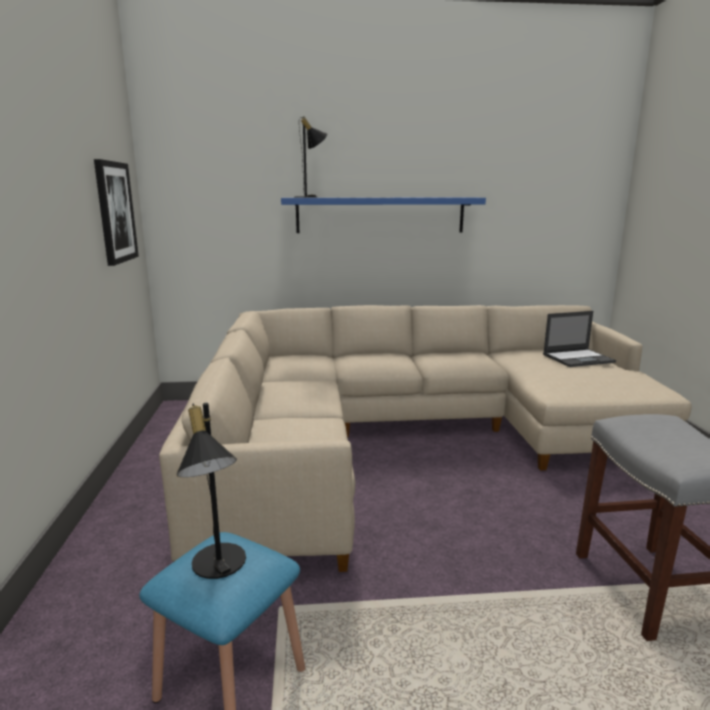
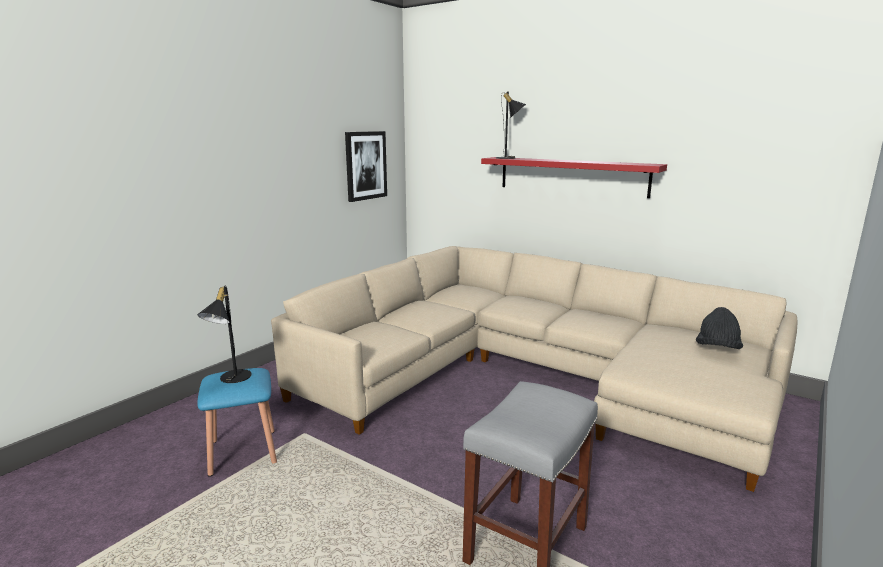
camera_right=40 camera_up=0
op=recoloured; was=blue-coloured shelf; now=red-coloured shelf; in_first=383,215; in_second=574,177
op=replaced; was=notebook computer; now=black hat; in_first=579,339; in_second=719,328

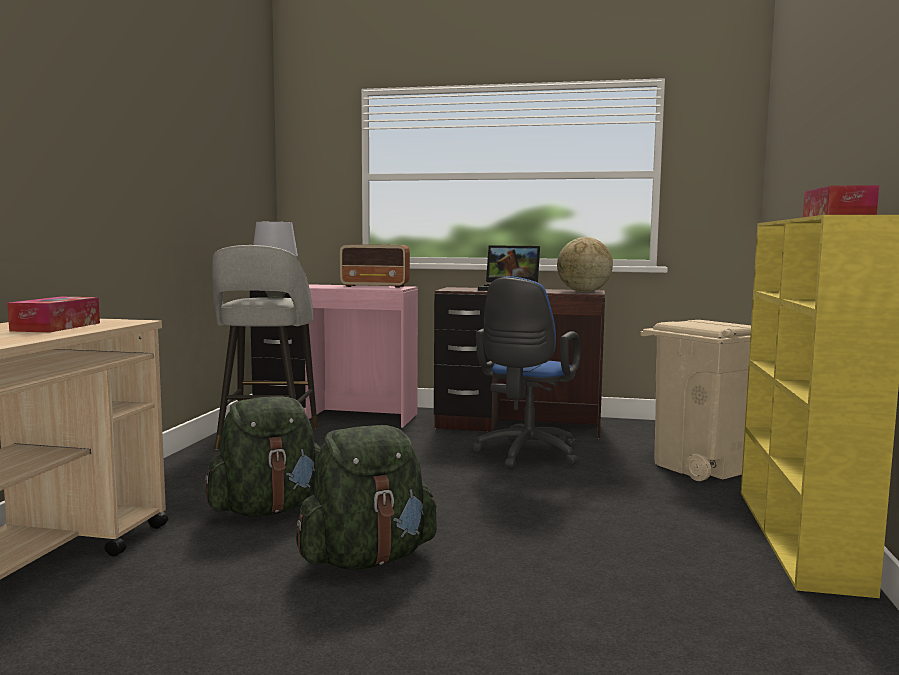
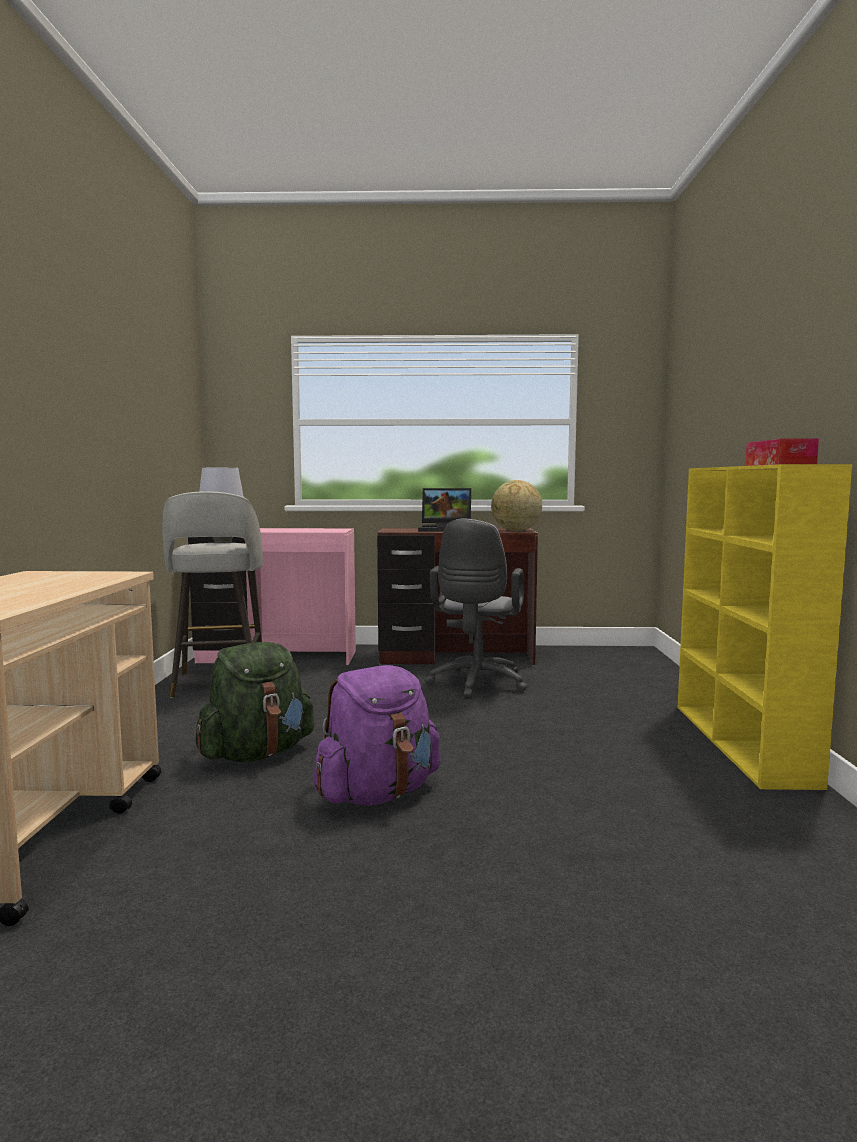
camera_right=-10 camera_up=0
op=removed; was=radio receiver; in_first=375,266
op=recoloured; was=blue-coloured computer chair; now=greyish computer chair; in_first=526,372; in_second=476,608
op=removed; was=tissue holder; in_first=53,314
op=removed; was=sand-coloured waste bin; in_first=696,400
op=recoloured; was=green rucksack; now=purple-coloured rucksack; in_first=366,497; in_second=377,735

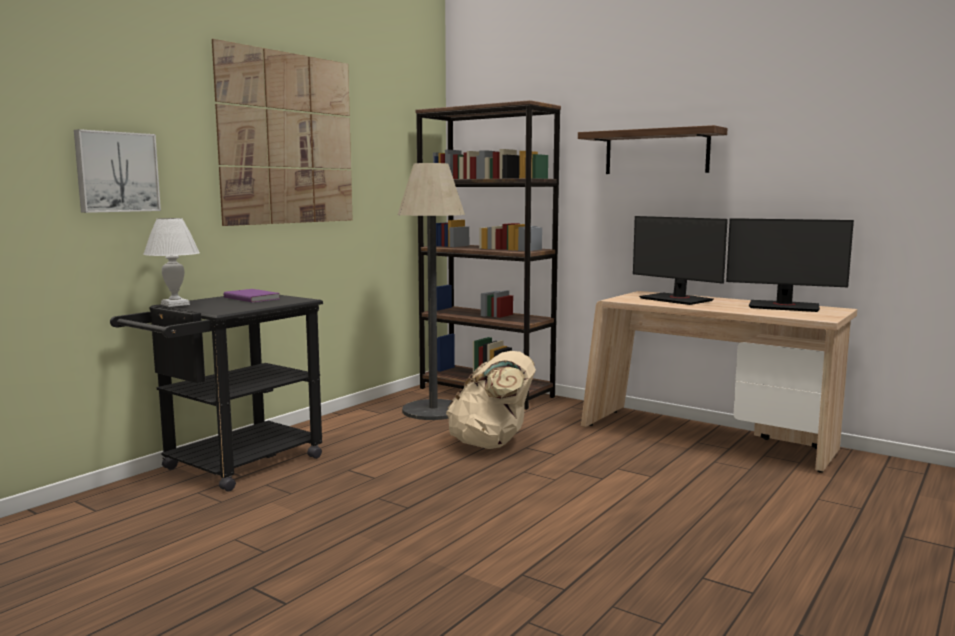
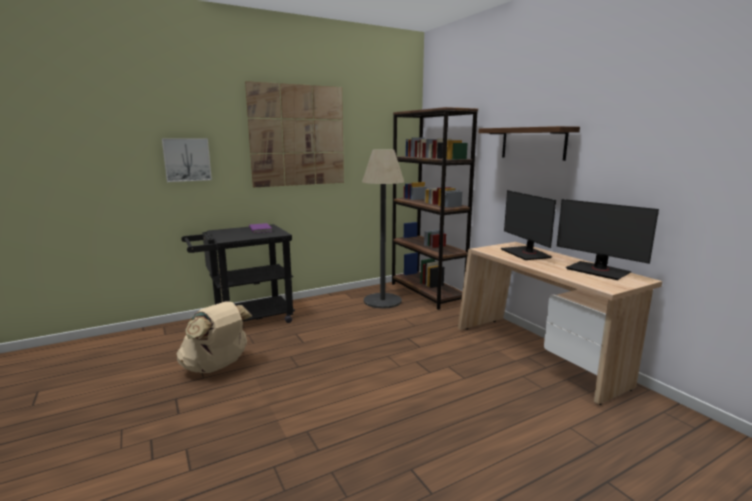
camera_right=25 camera_up=5
op=removed; was=white-coloured table lamp; in_first=171,262
op=moved; was=sand-coloured rucksack; in_first=491,400; in_second=214,337

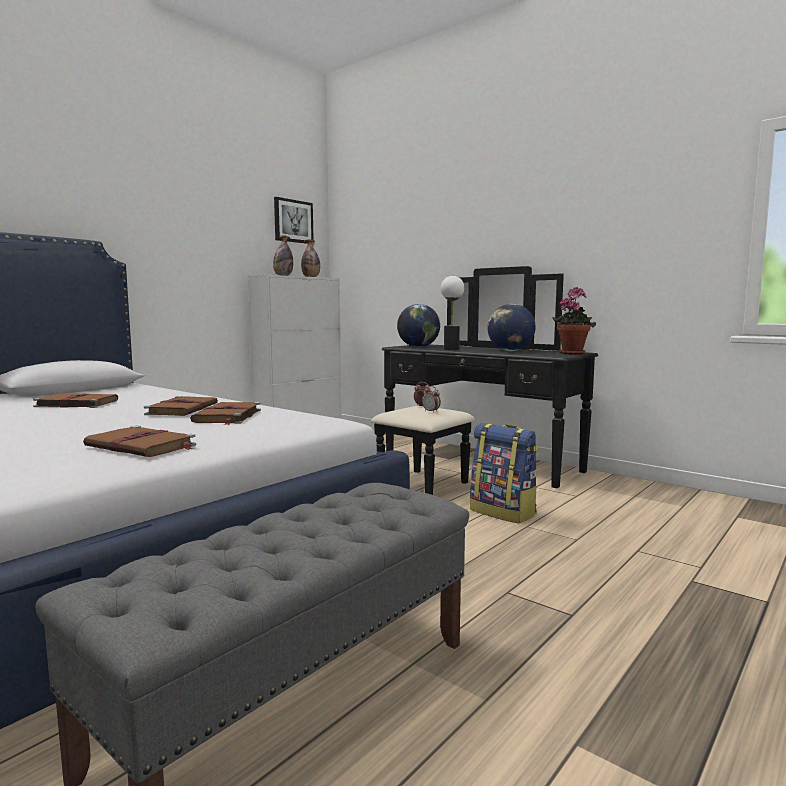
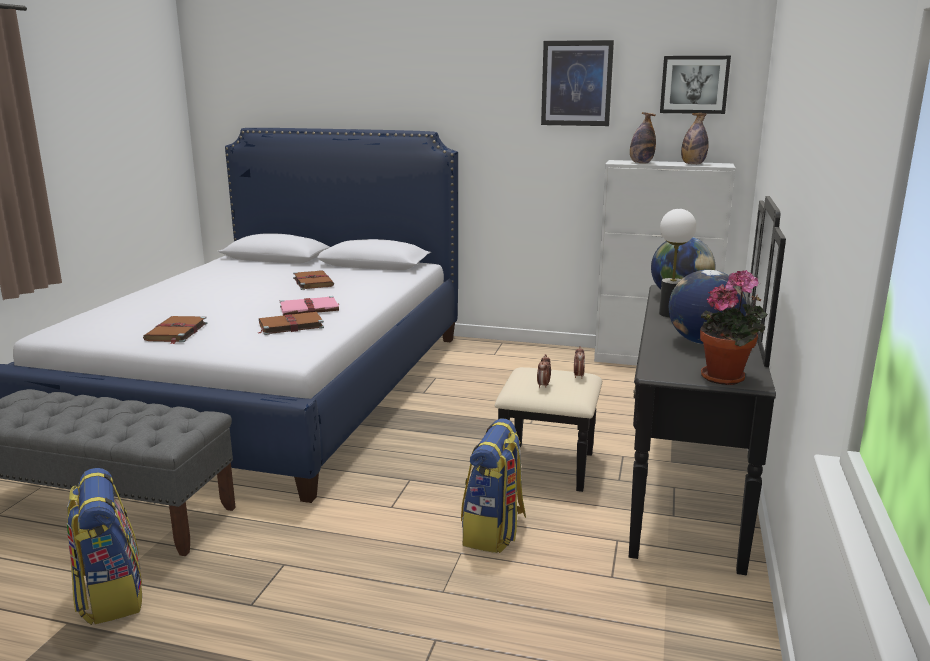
camera_right=65 camera_up=10
op=recoloured; was=brownish book; now=pink book; in_first=181,406; in_second=309,305
op=added; now=wall picture; in_second=577,83
op=added; now=rucksack; in_second=104,546

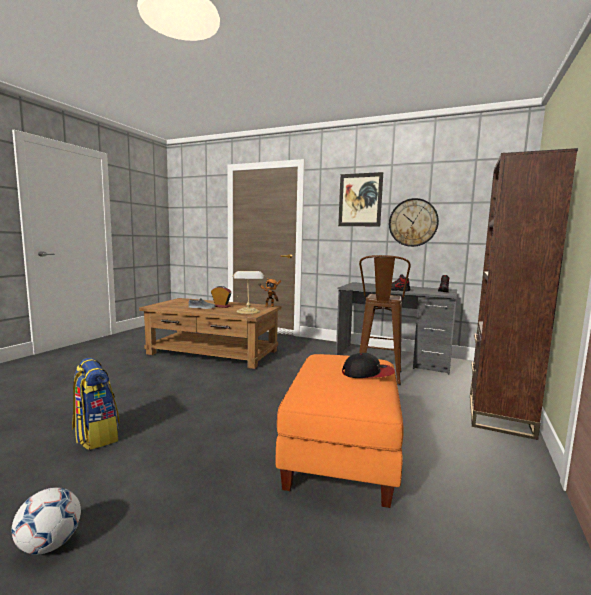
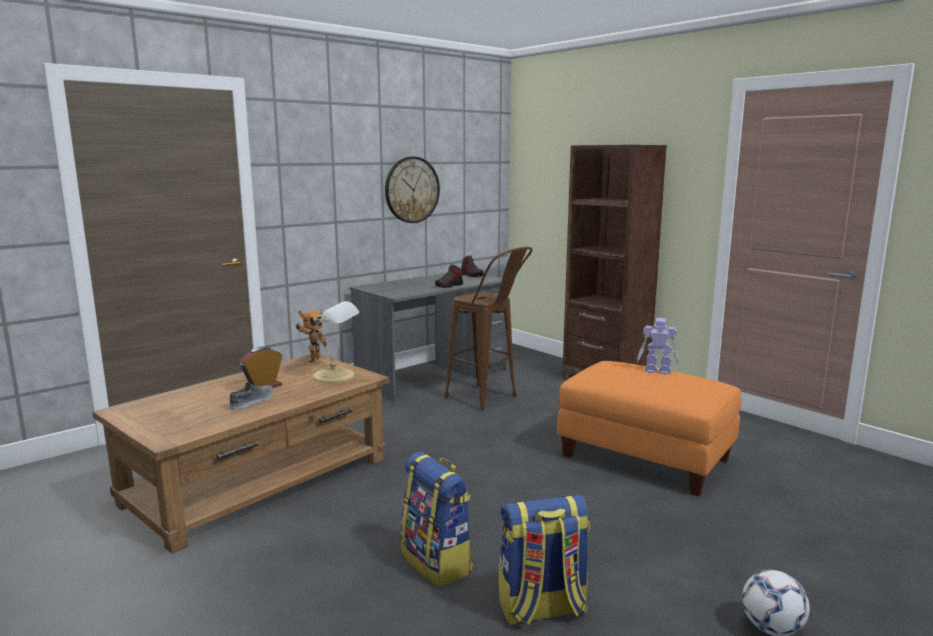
camera_right=-65 camera_up=5
op=removed; was=wall picture; in_first=360,199
op=replaced; was=baseball cap; now=model robot; in_first=368,365; in_second=658,346
op=added; now=rucksack; in_second=437,519

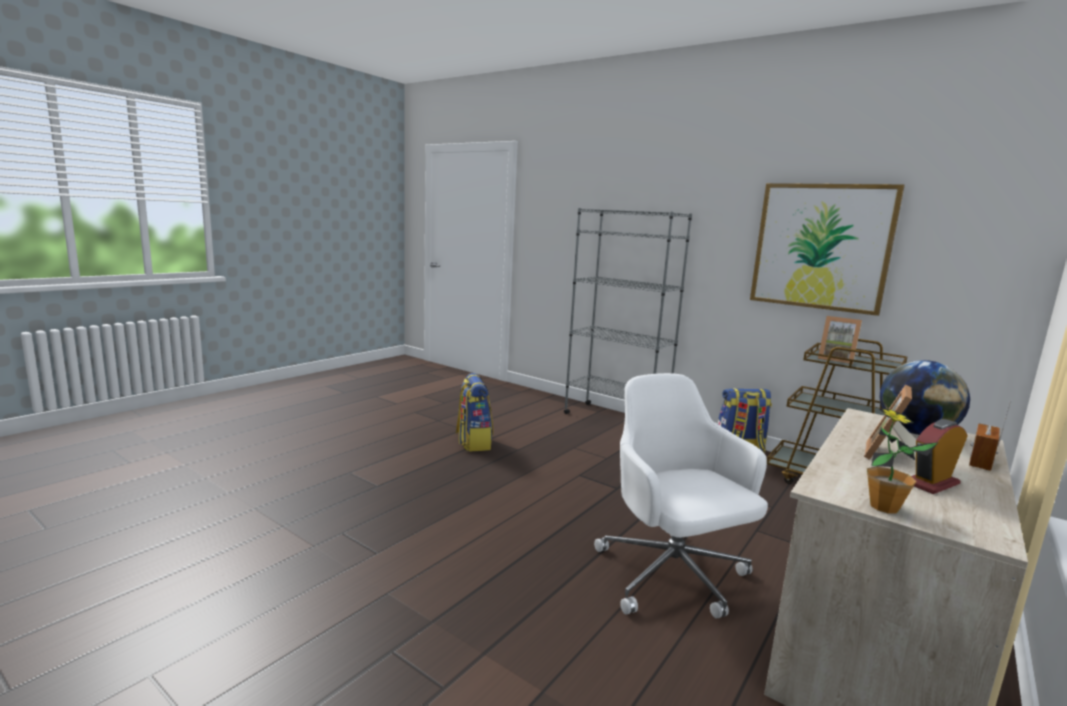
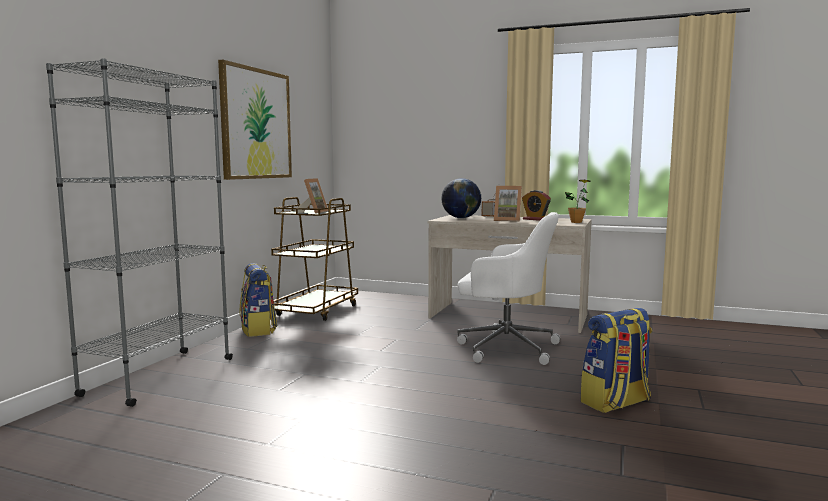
camera_right=-105 camera_up=-5
op=moved; was=rucksack; in_first=474,412; in_second=616,360
op=turned; was=white-coloured computer chair; in_first=681,496; in_second=508,288; clockwise=-120

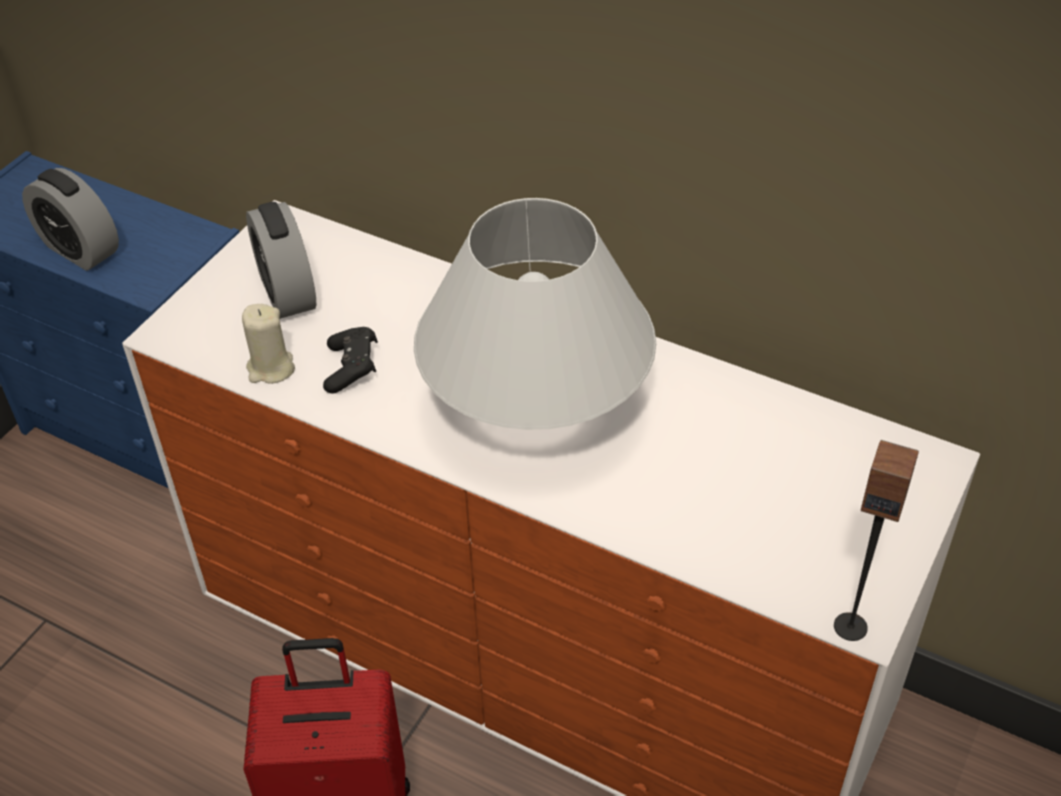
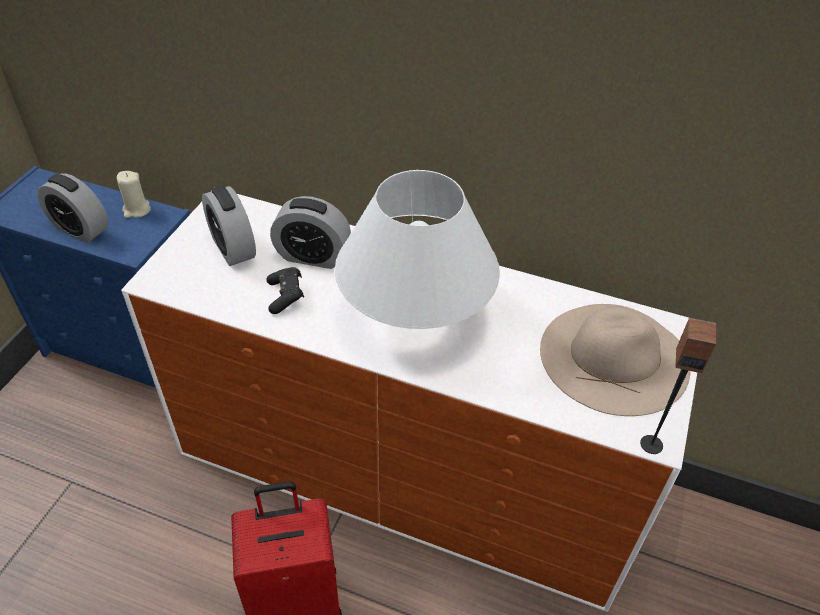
camera_right=-10 camera_up=0
op=moved; was=sand-coloured wax candle; in_first=268,344; in_second=134,194
op=added; now=alarm clock; in_second=310,232
op=added; now=sand-coloured hat; in_second=615,360

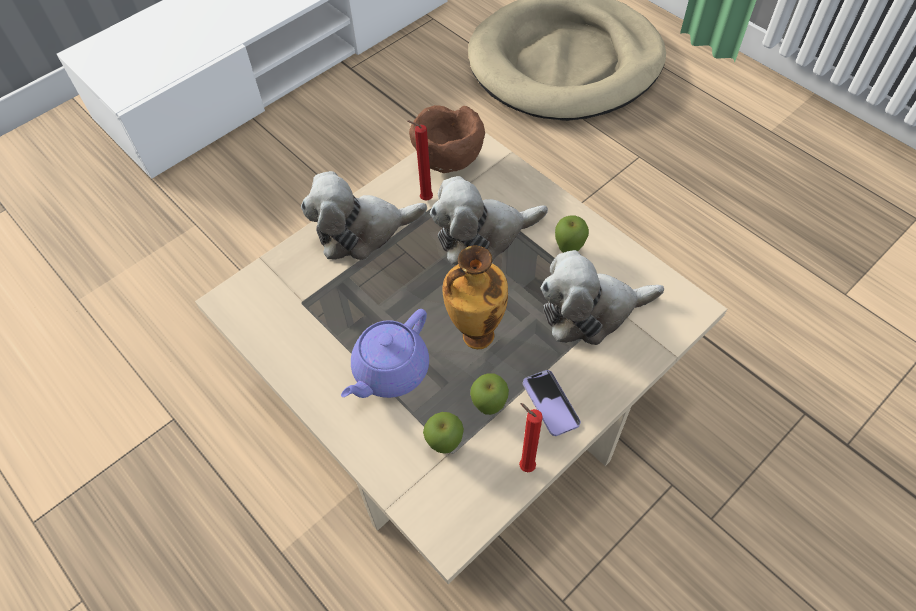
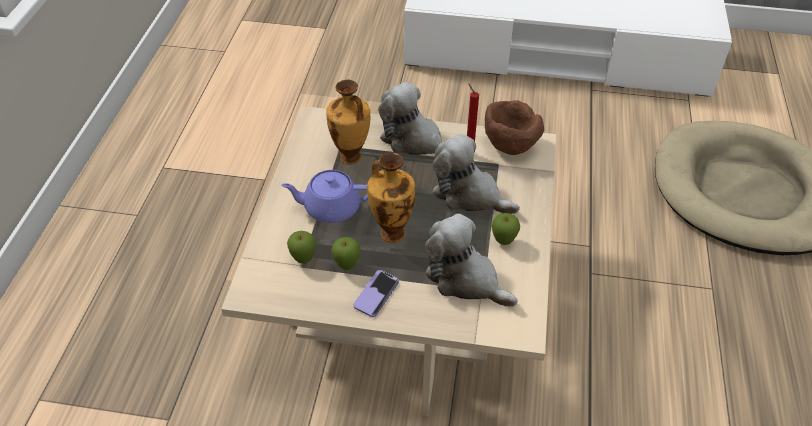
camera_right=50 camera_up=-10
op=removed; was=red-coloured wax candle; in_first=531,437
op=added; now=flower vase; in_second=348,122

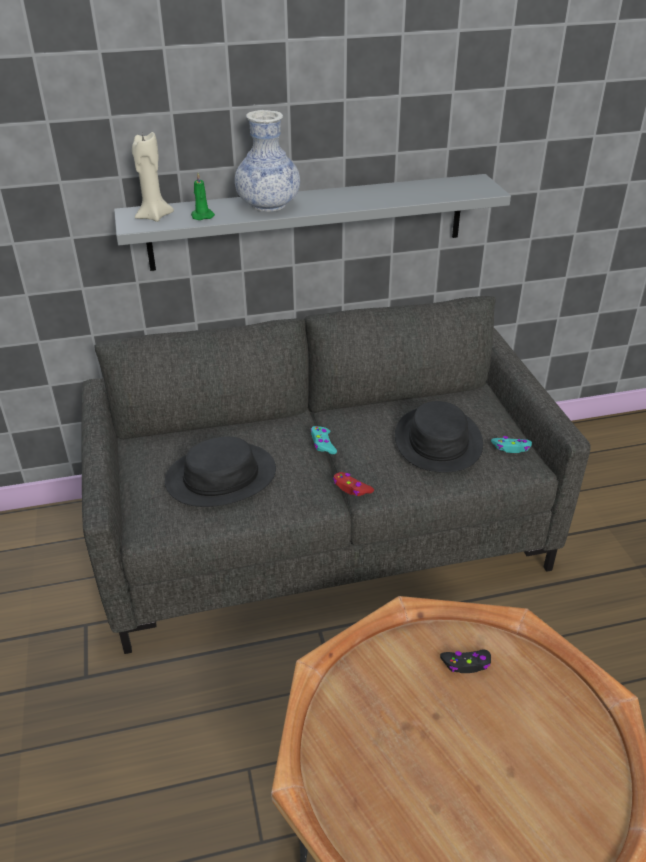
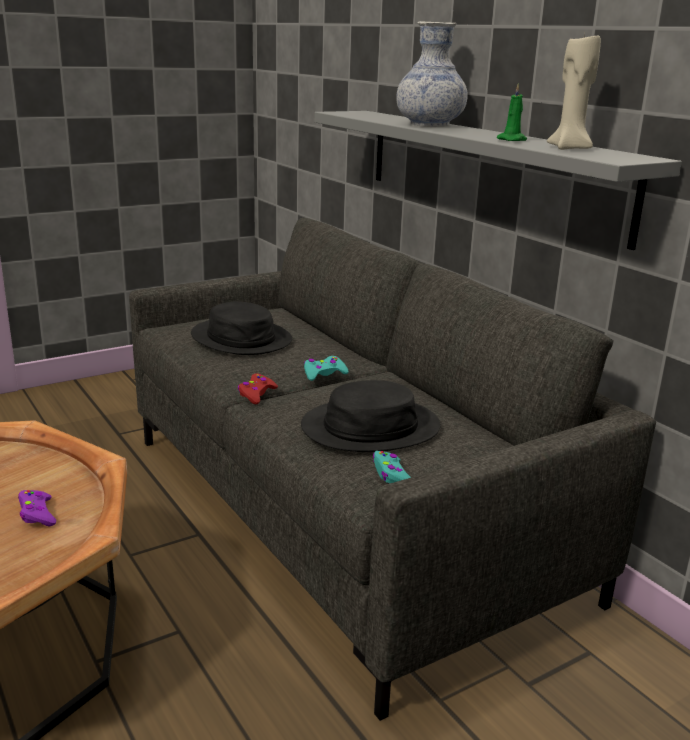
camera_right=70 camera_up=-15
op=moved; was=sand-coloured wax candle; in_first=153,177; in_second=574,92
op=moved; was=green wax candle; in_first=203,196; in_second=512,112
op=recoloured; was=black gamepad; now=purple-coloured gamepad; in_first=465,661; in_second=37,508

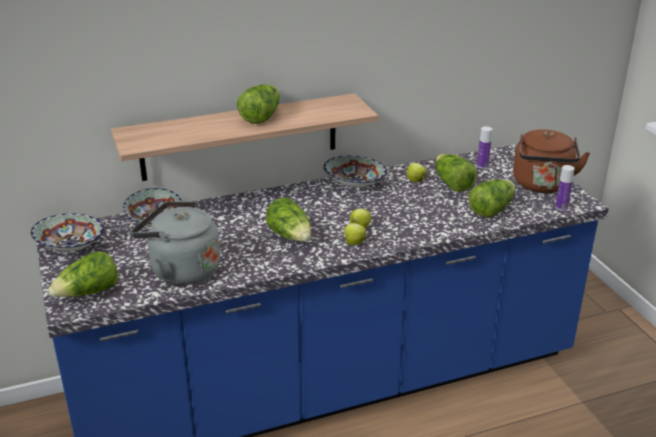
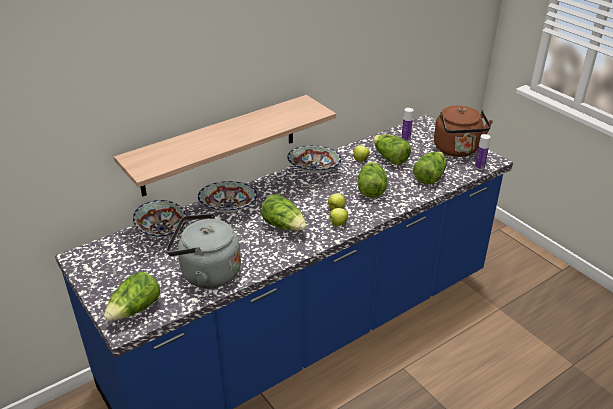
camera_right=-15 camera_up=5
op=moved; was=lettuce head; in_first=258,104; in_second=373,180
op=moved; was=bowl; in_first=67,232; in_second=227,197

